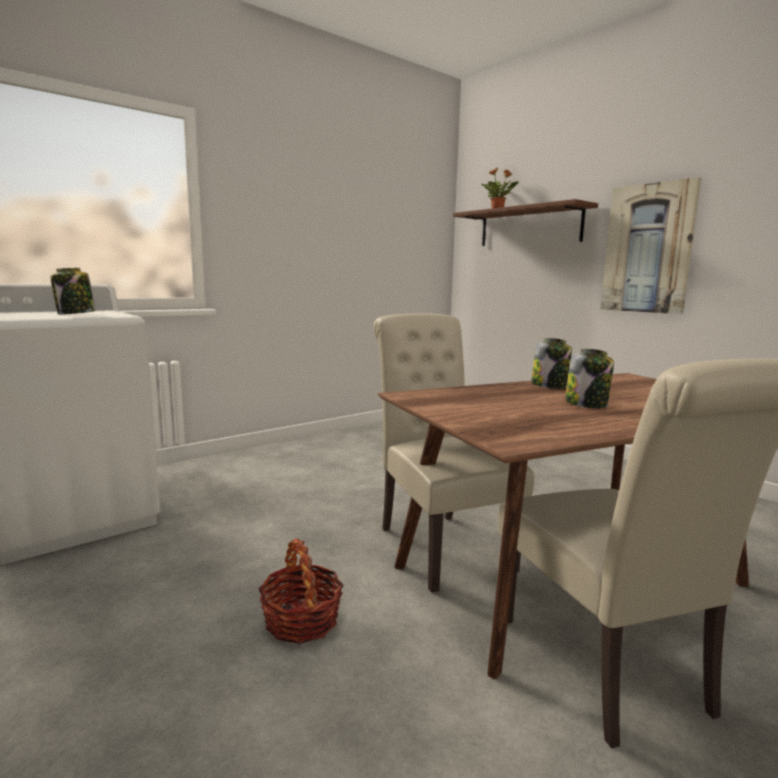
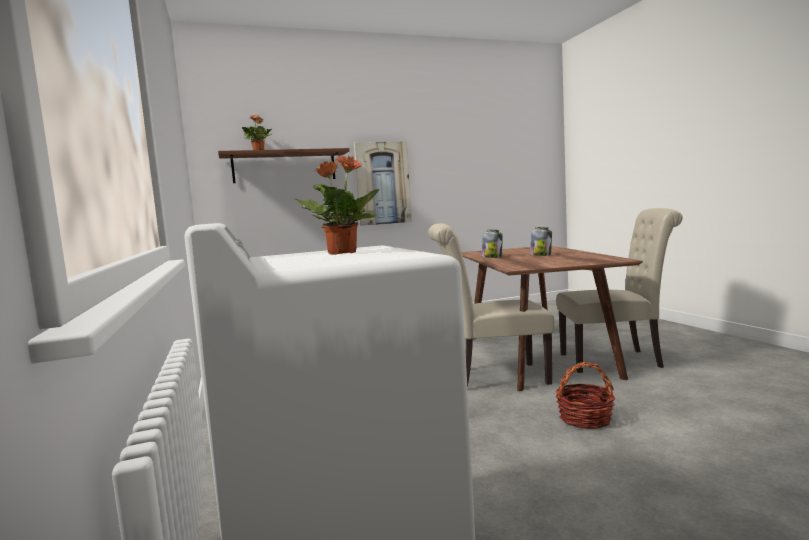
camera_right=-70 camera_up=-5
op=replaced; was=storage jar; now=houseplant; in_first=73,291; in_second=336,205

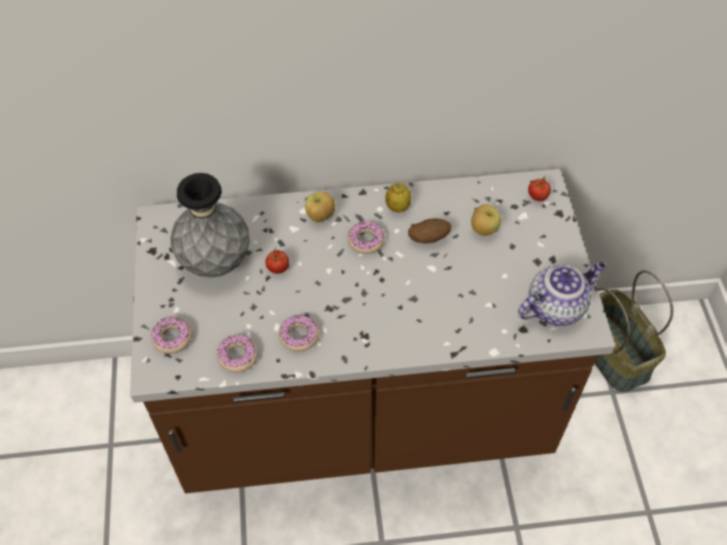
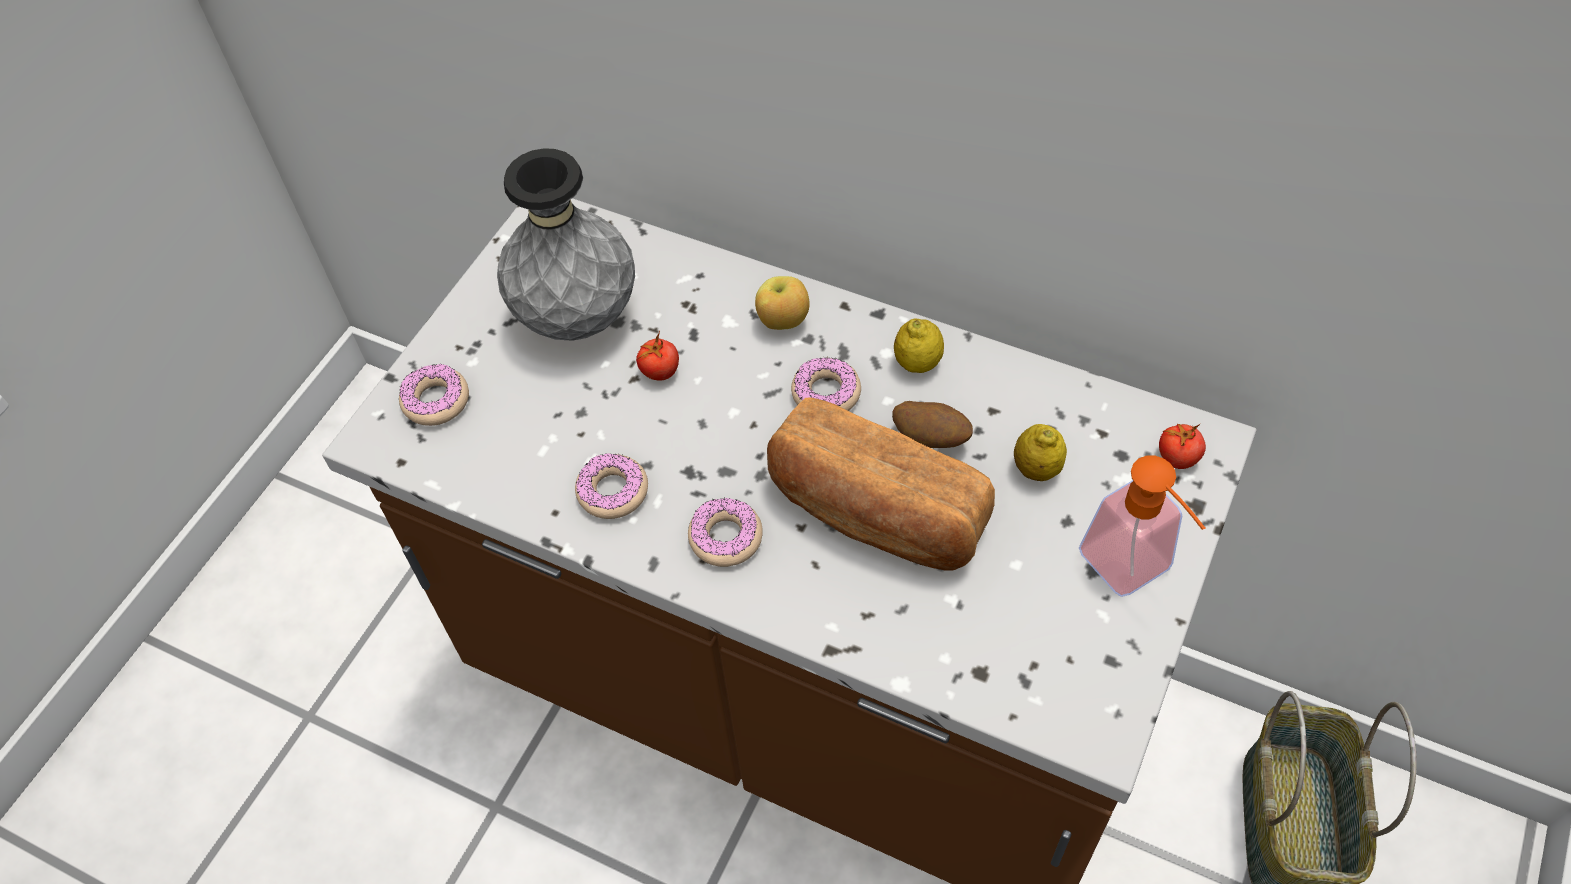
camera_right=35 camera_up=0
op=replaced; was=apple fruit; now=lemon; in_first=486,220; in_second=1040,452
op=removed; was=teapot; in_first=562,294
op=moved; was=donut; in_first=237,353; in_second=725,532
op=added; now=bread; in_second=881,483
op=added; now=soap bottle; in_second=1142,526

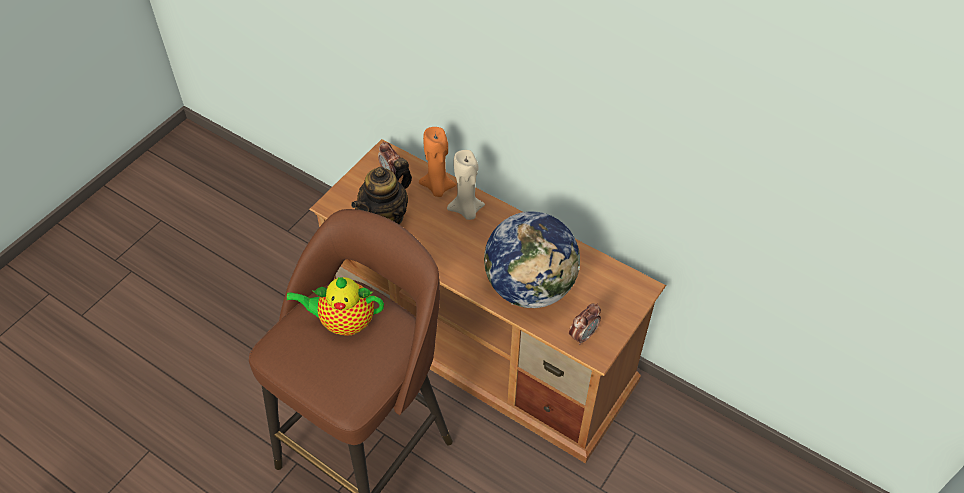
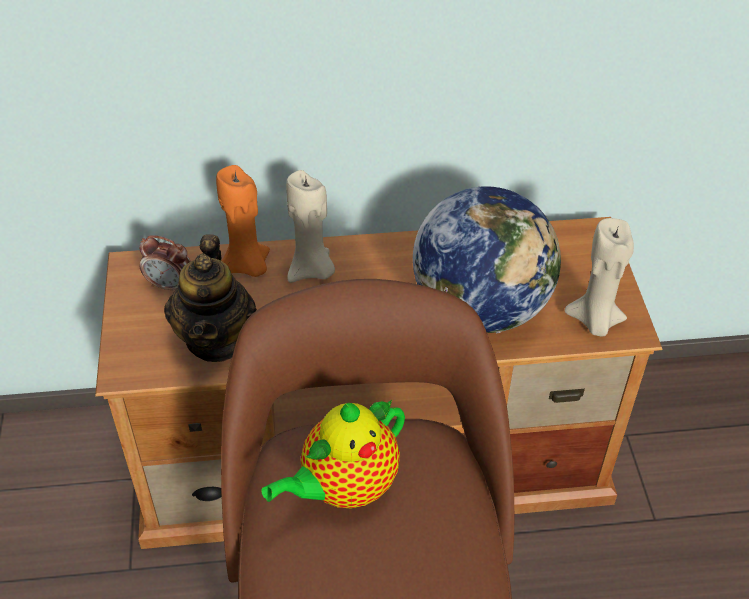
camera_right=-40 camera_up=-5
op=replaced; was=alarm clock; now=sand-coloured wax candle; in_first=585,324; in_second=599,277

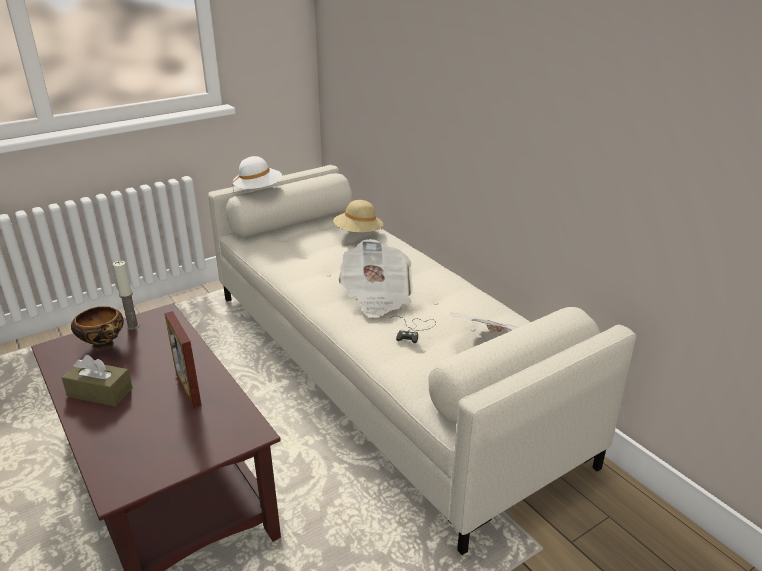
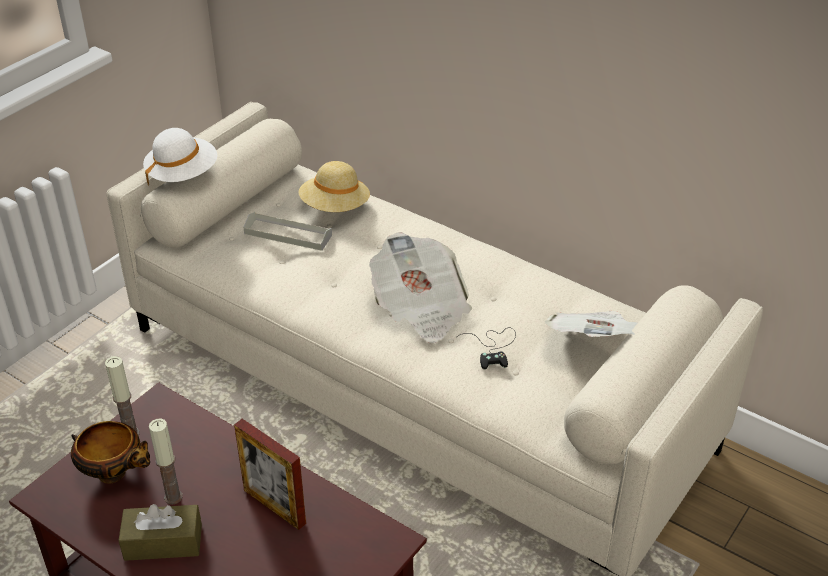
camera_right=-20 camera_up=10
op=added; now=greyish serving tray; in_second=287,231
op=added; now=wax candle; in_second=166,462

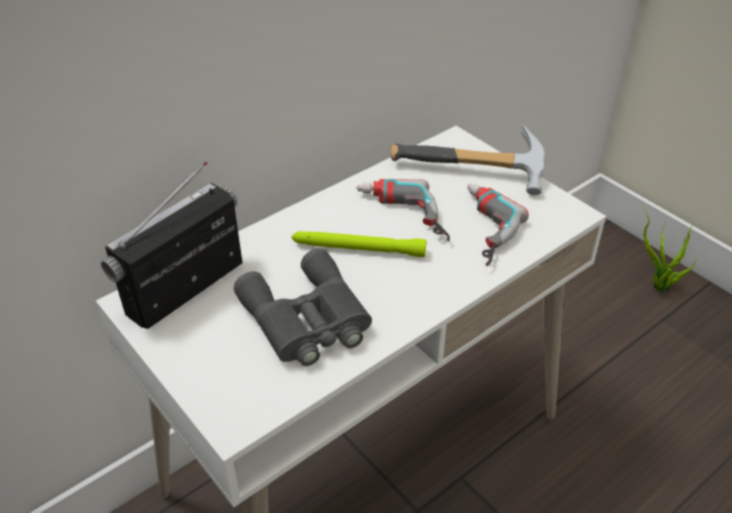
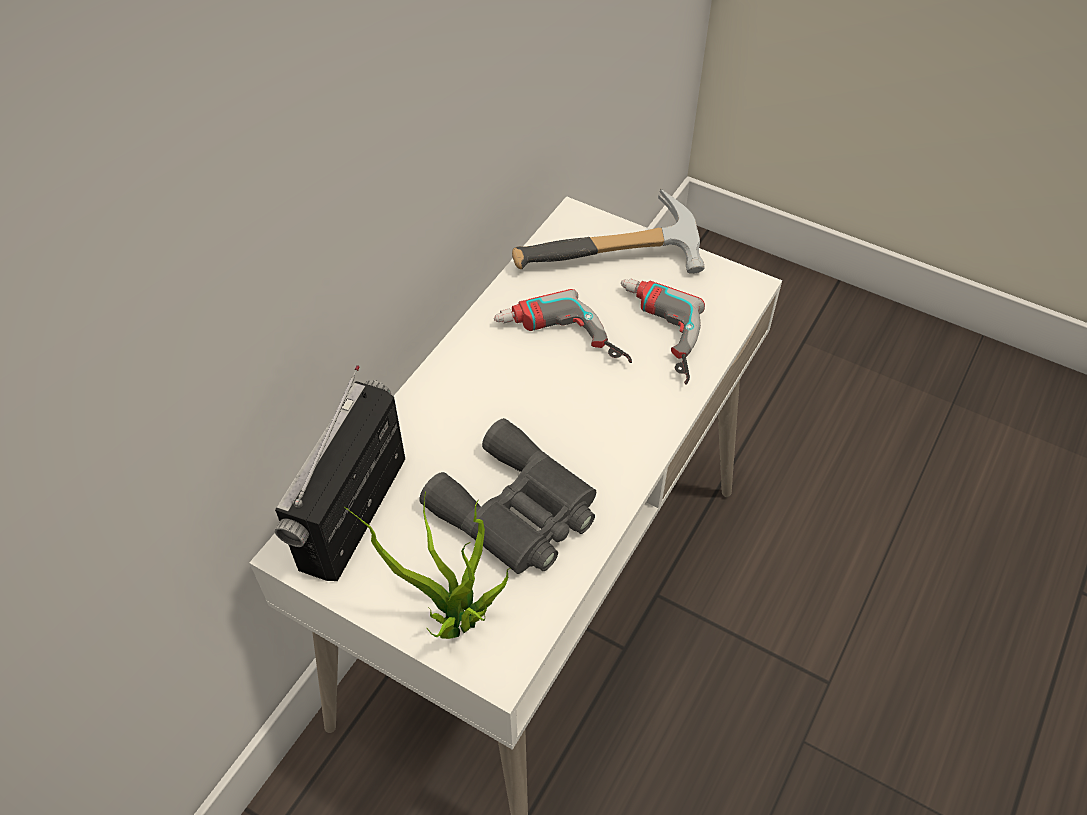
camera_right=-20 camera_up=10
op=moved; was=houseplant; in_first=670,249; in_second=427,565
op=removed; was=green hand torch; in_first=359,244

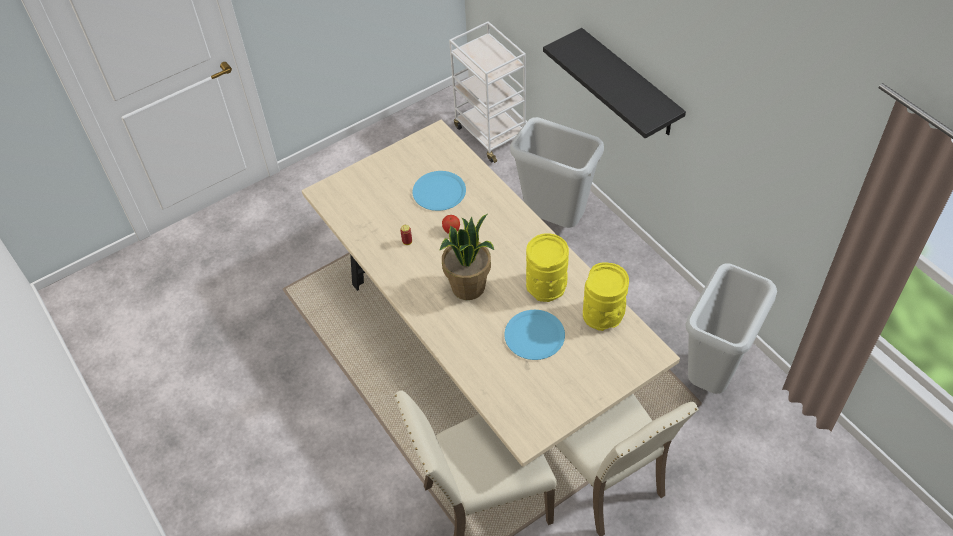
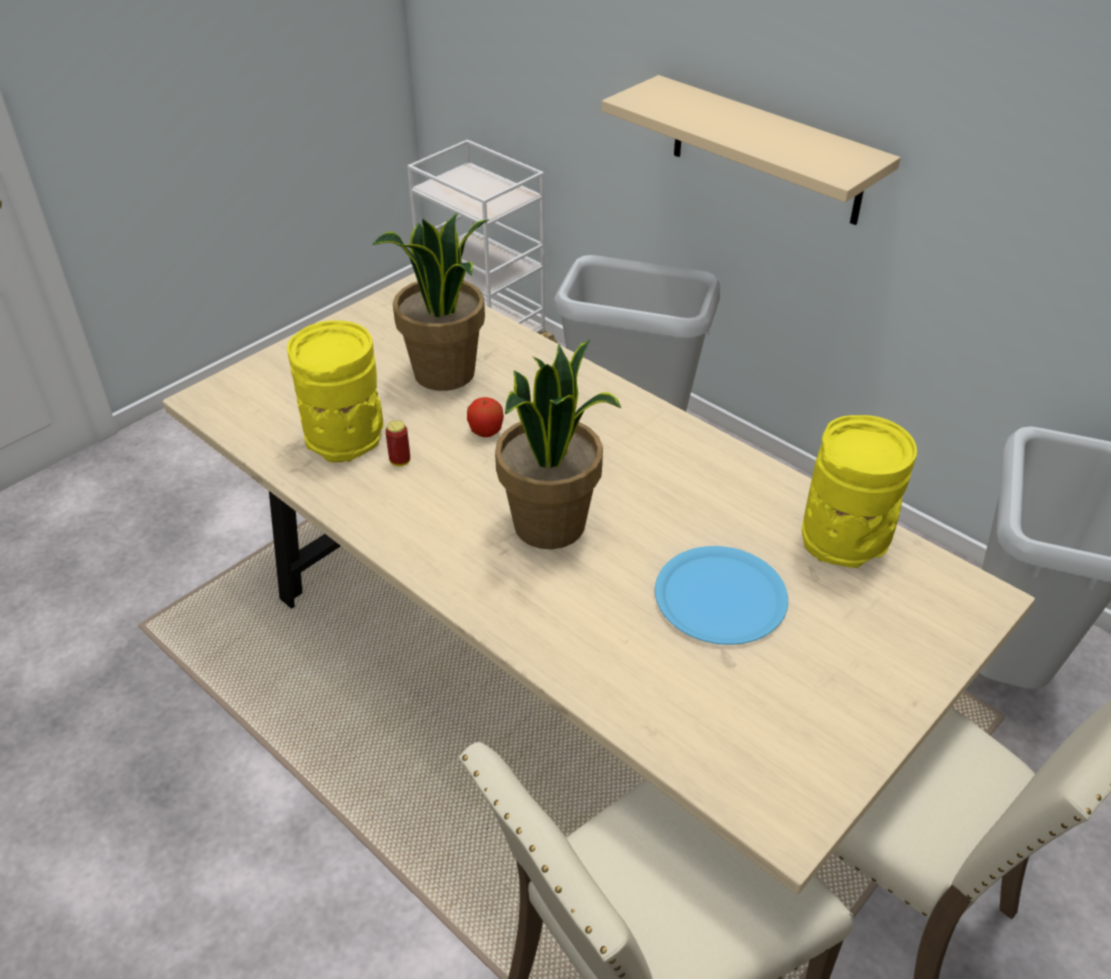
camera_right=-15 camera_up=-10
op=recoloured; was=black shelf; now=sand-coloured shelf; in_first=614,83; in_second=751,150
op=replaced; was=blue-coloured dinner plate; now=houseplant; in_first=439,191; in_second=430,302
op=moved; was=yellow flower vase; in_first=547,267; in_second=335,391

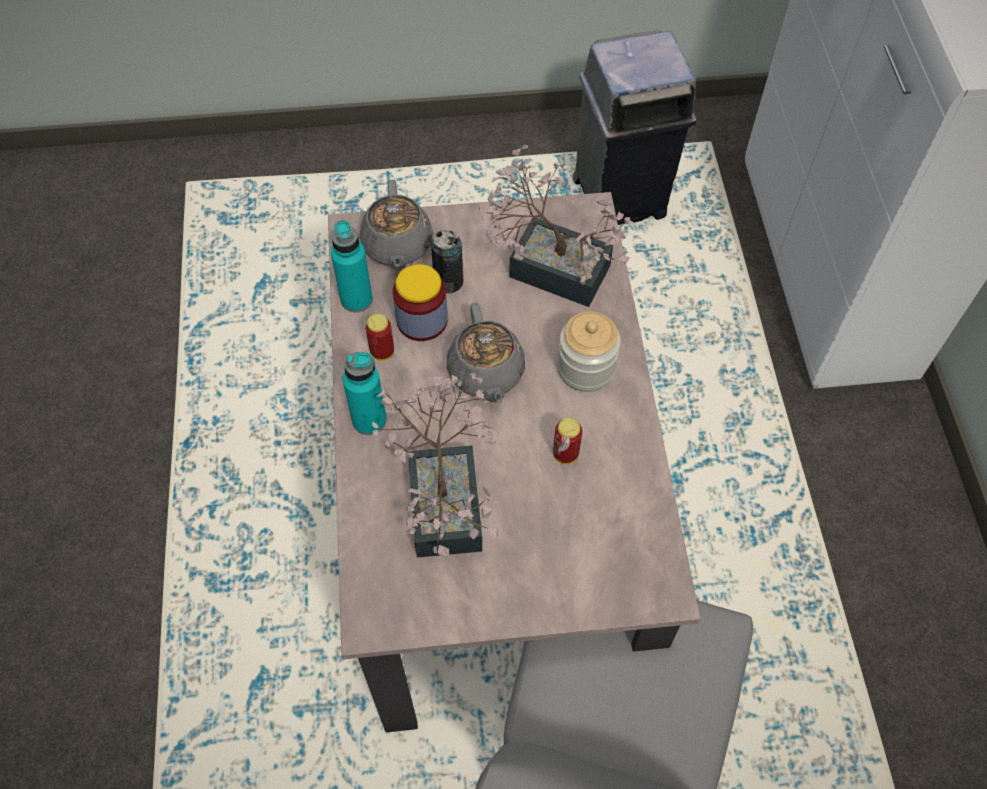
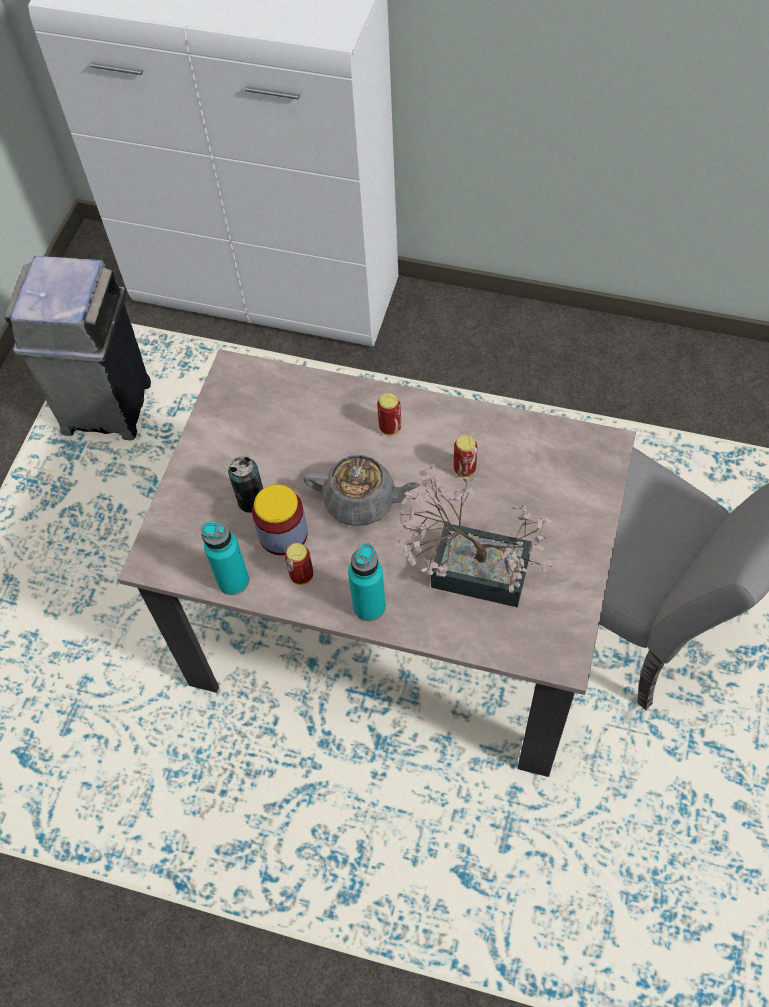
camera_right=-65 camera_up=0
op=removed; was=houseplant; in_first=557,226
op=removed; was=greyish teapot; in_first=396,225
op=replaced; was=storage jar; now=metal can; in_first=589,351; in_second=389,414

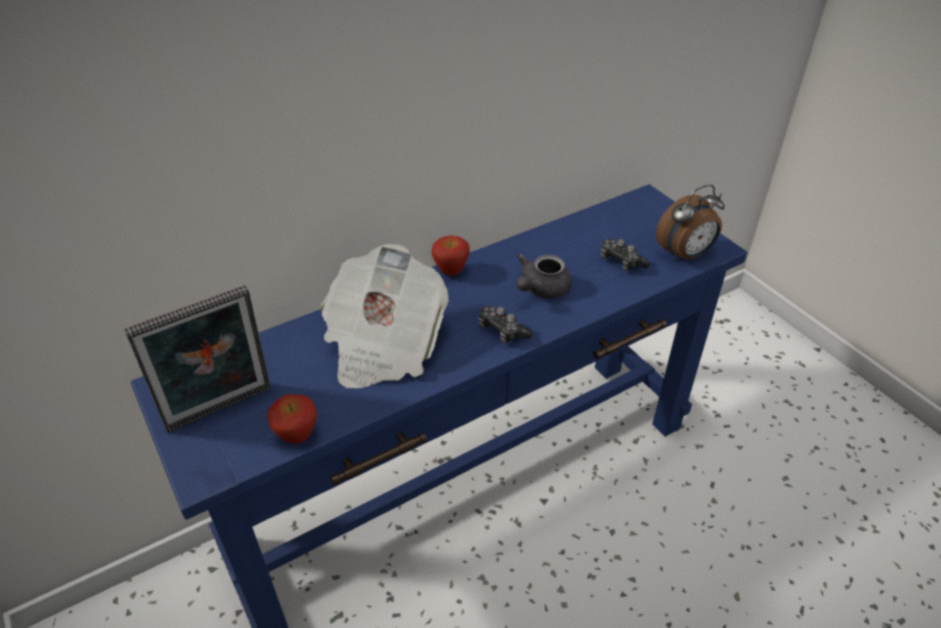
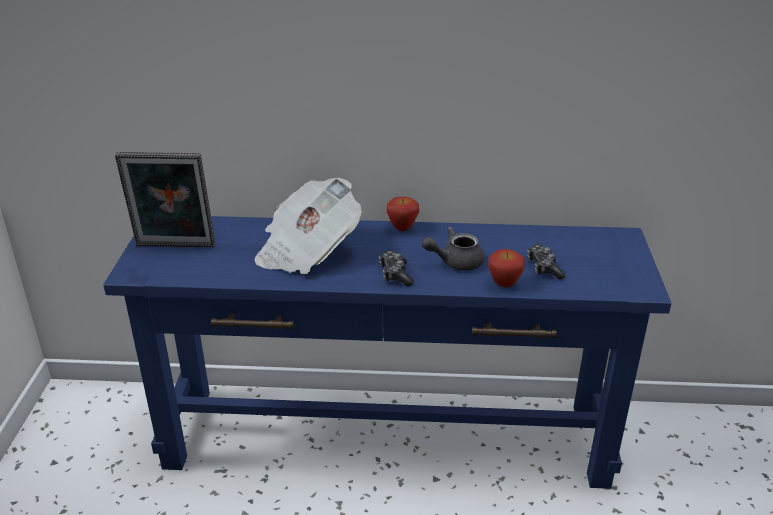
camera_right=35 camera_up=-10
op=removed; was=alarm clock; in_first=690,222
op=moved; was=apple fruit; in_first=292,419; in_second=506,268

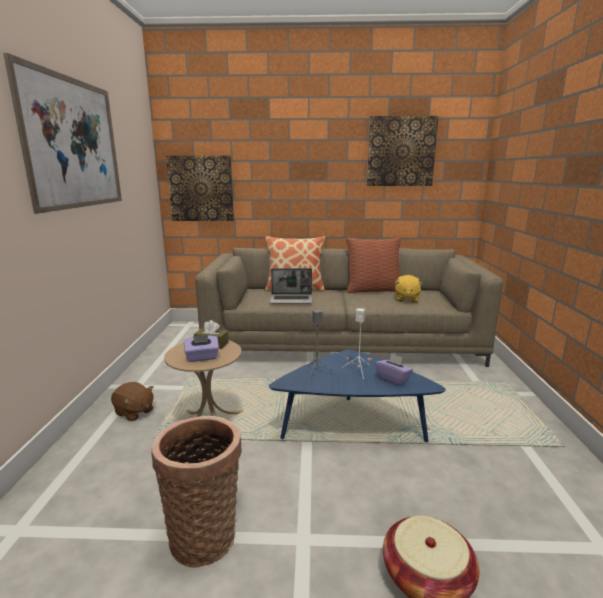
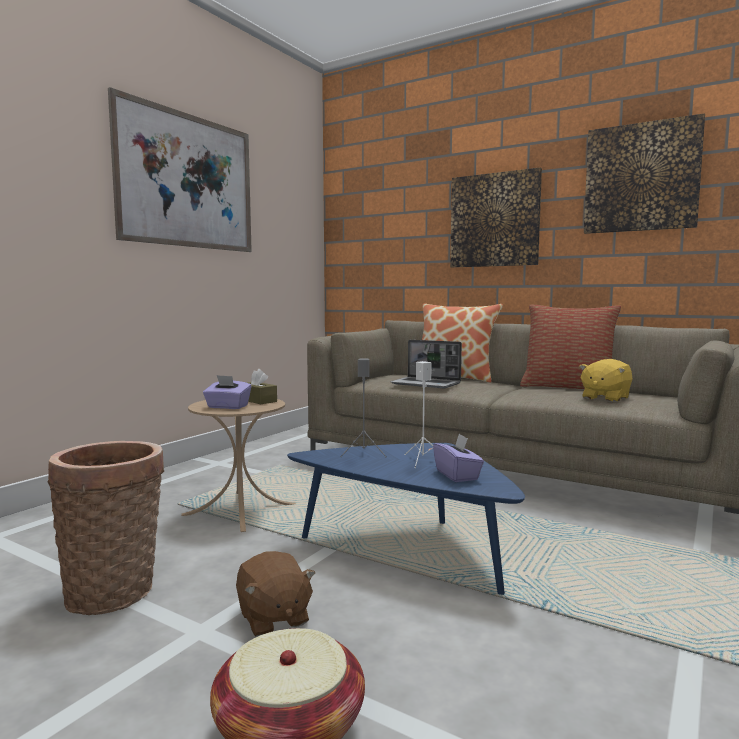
camera_right=30 camera_up=-10
op=moved; was=wall picture; in_first=200,188; in_second=496,217
op=moved; was=brownish plush toy; in_first=132,401; in_second=275,594

